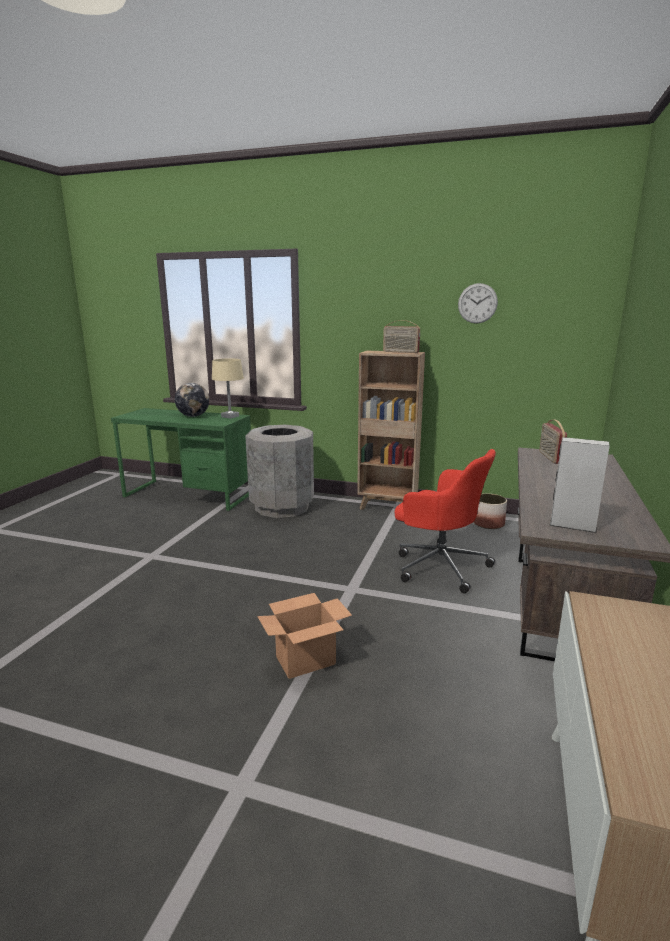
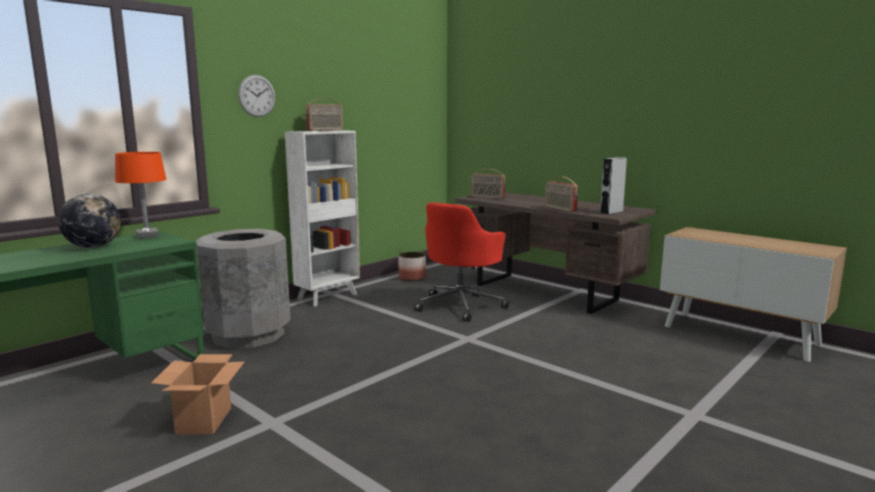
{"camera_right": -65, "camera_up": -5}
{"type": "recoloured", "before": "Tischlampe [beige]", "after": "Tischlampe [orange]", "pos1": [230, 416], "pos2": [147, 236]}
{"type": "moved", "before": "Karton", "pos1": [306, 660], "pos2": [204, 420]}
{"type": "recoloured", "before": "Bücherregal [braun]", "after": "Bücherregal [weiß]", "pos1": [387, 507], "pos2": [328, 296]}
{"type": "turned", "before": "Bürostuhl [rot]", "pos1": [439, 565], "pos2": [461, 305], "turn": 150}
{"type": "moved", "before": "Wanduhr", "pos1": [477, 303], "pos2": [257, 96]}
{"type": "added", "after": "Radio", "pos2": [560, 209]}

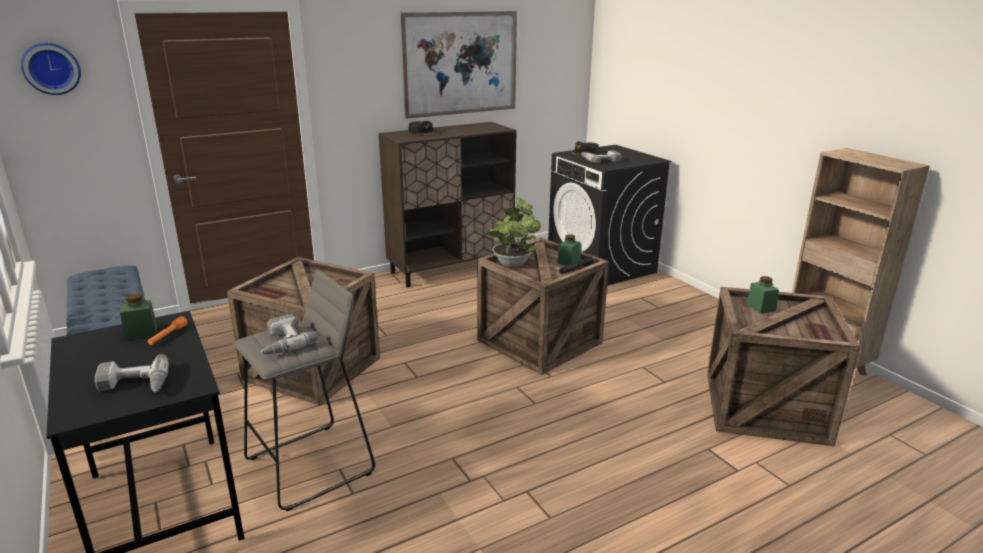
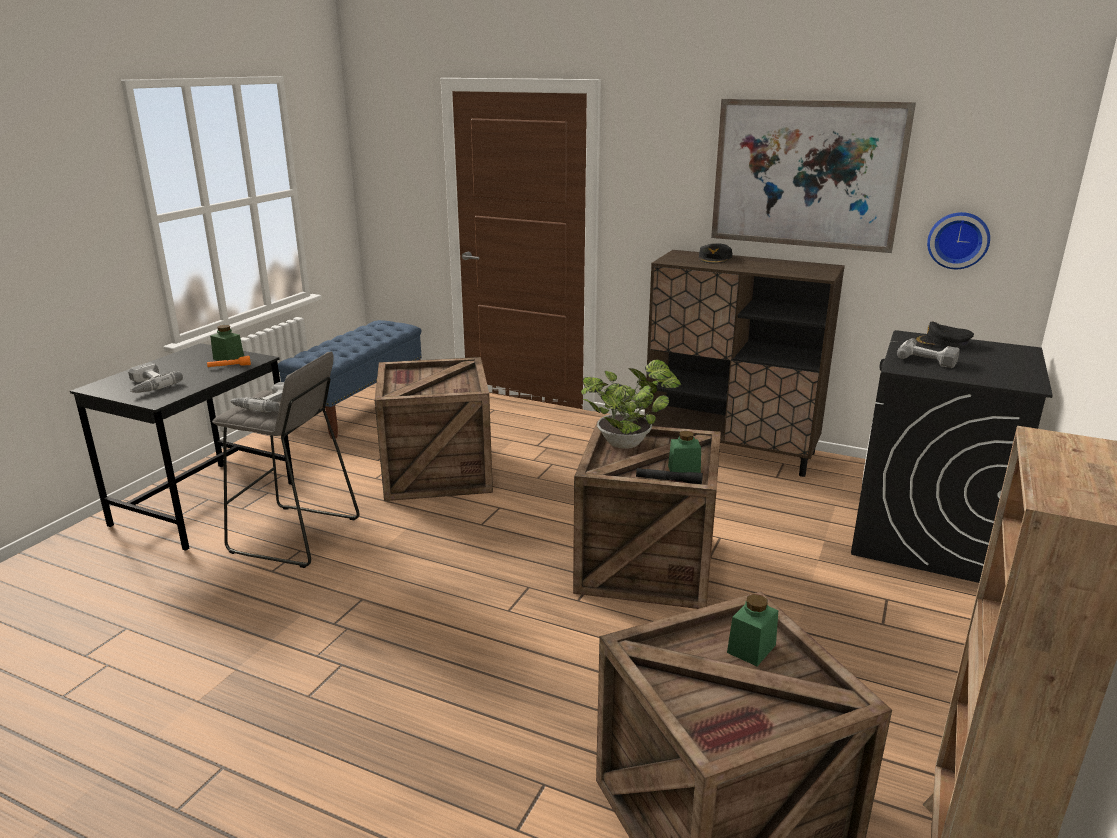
{"camera_right": 55, "camera_up": 0}
{"type": "moved", "before": "Wanduhr", "pos1": [51, 68], "pos2": [958, 240]}

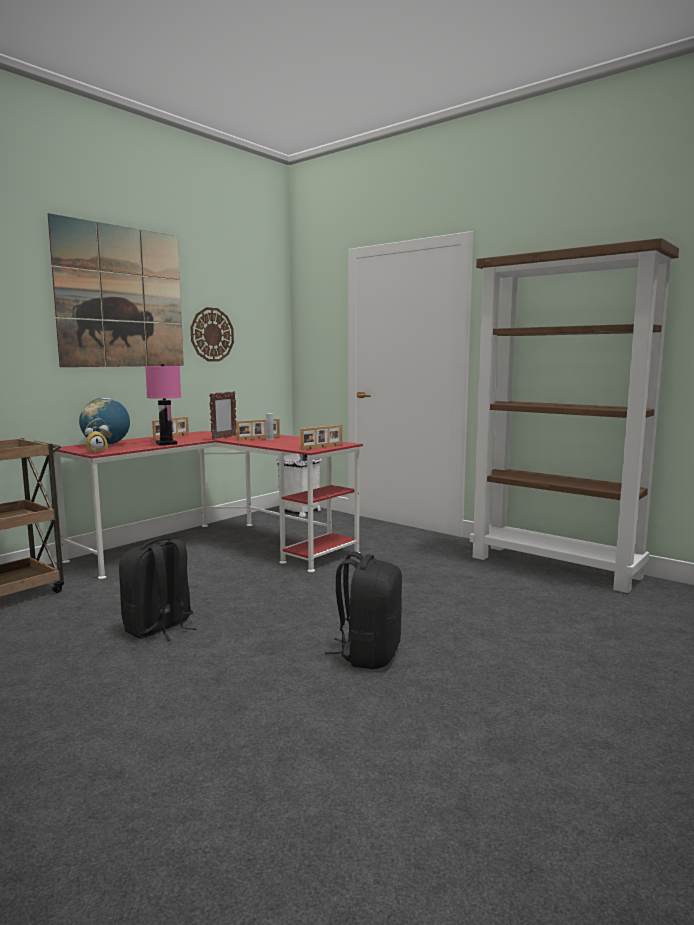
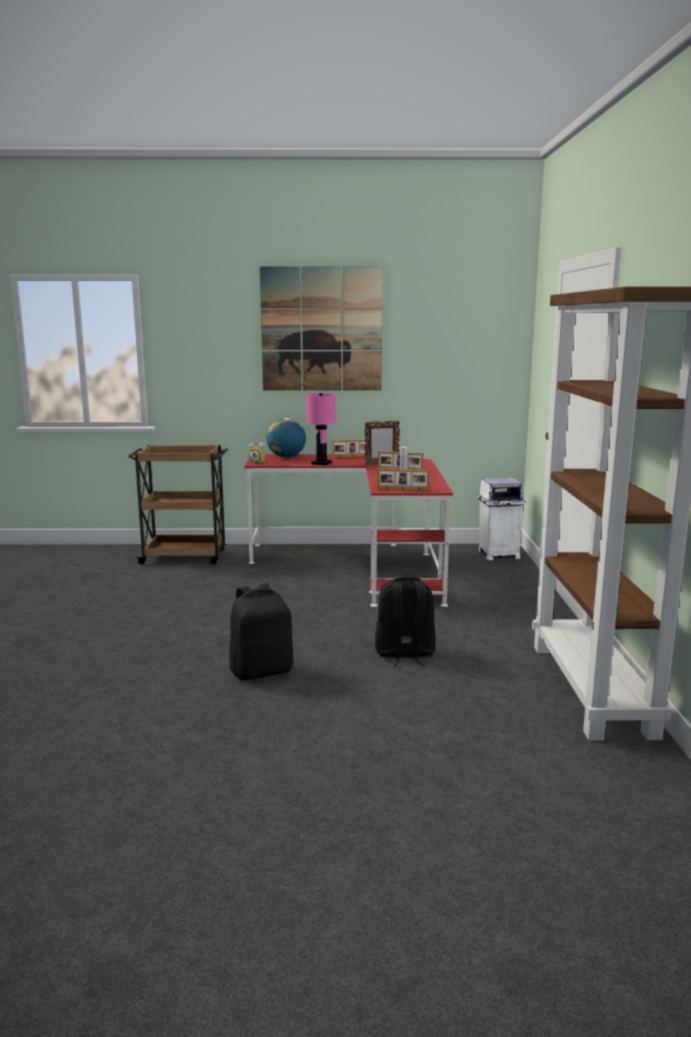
{"camera_right": 50, "camera_up": 5}
{"type": "moved", "before": "Rucksack [schwarz]", "pos1": [159, 628], "pos2": [404, 654]}
{"type": "removed", "before": "Wanduhr", "pos1": [212, 334]}

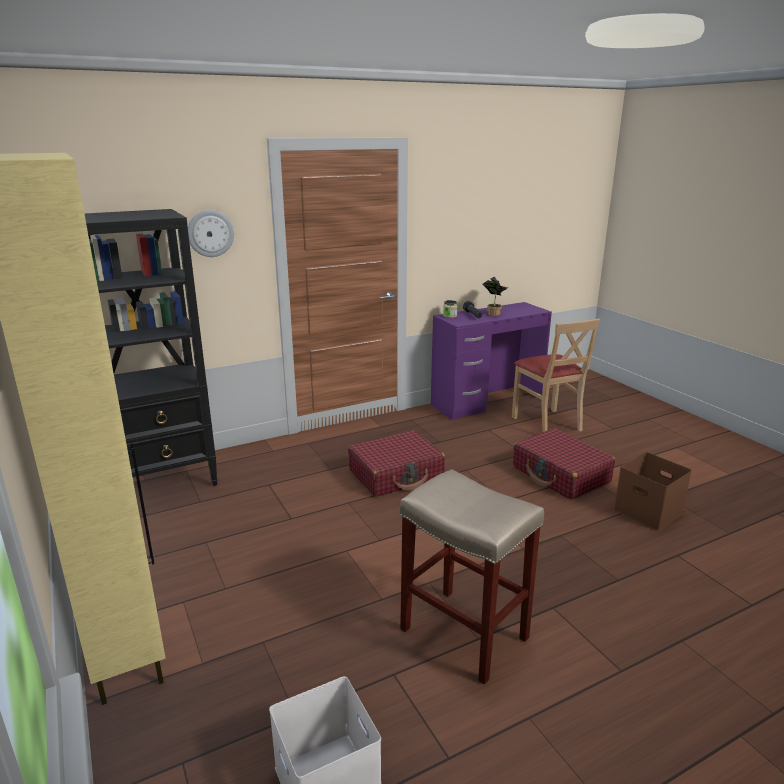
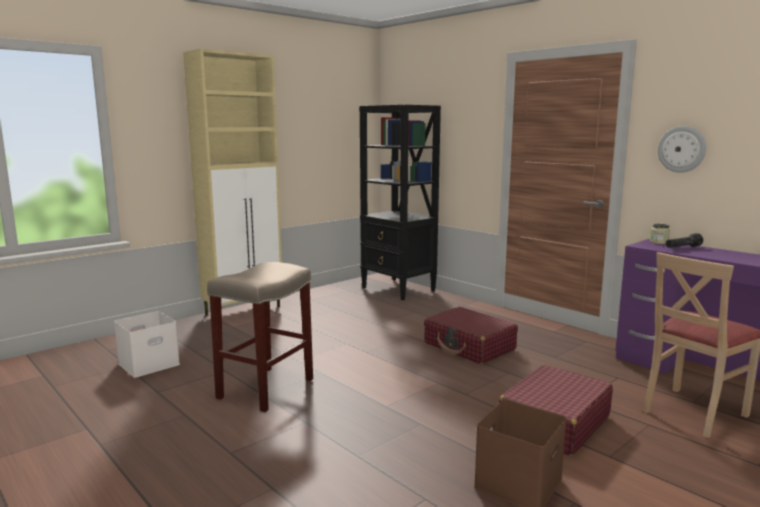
{"camera_right": 75, "camera_up": -10}
{"type": "moved", "before": "Wanduhr", "pos1": [210, 233], "pos2": [682, 149]}
{"type": "removed", "before": "Topfpflanze", "pos1": [493, 313]}

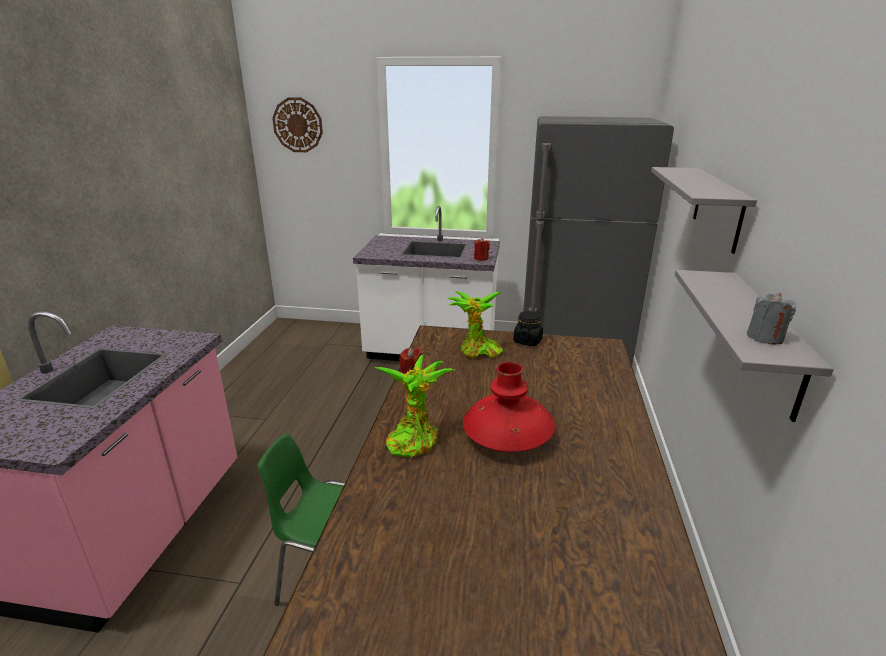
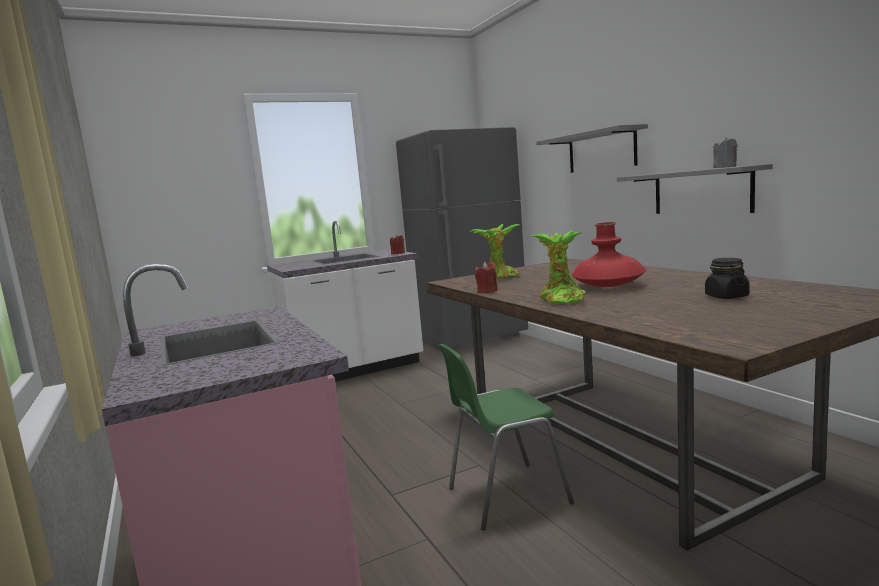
{"camera_right": -35, "camera_up": -15}
{"type": "removed", "before": "Wanduhr", "pos1": [298, 125]}
{"type": "moved", "before": "Vorratsglas [schwarz]", "pos1": [527, 341], "pos2": [726, 296]}

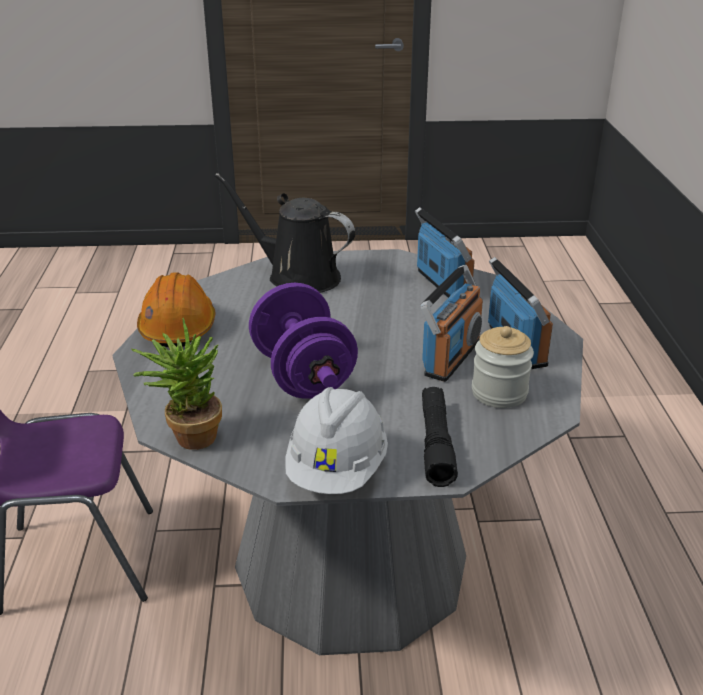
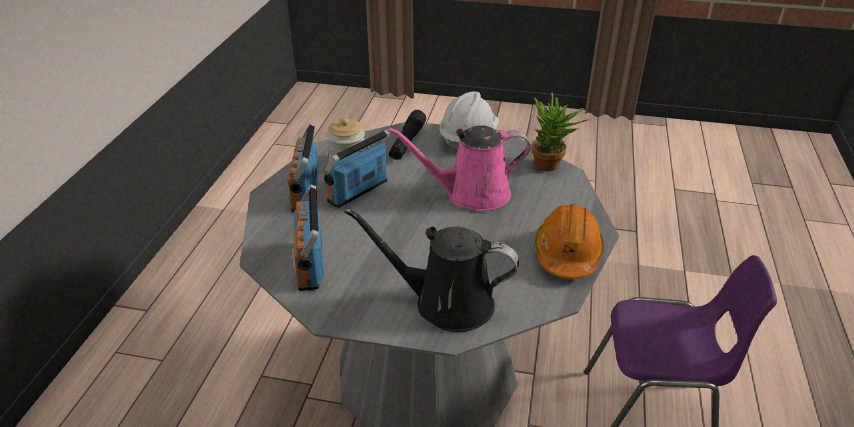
{"camera_right": -165, "camera_up": 5}
{"type": "turned", "before": "Gießkanne [schwarz]", "pos1": [297, 276], "pos2": [446, 303], "turn": 150}
{"type": "replaced", "before": "Hantel [lila]", "after": "Gießkanne [rosa]", "pos1": [303, 375], "pos2": [471, 194]}

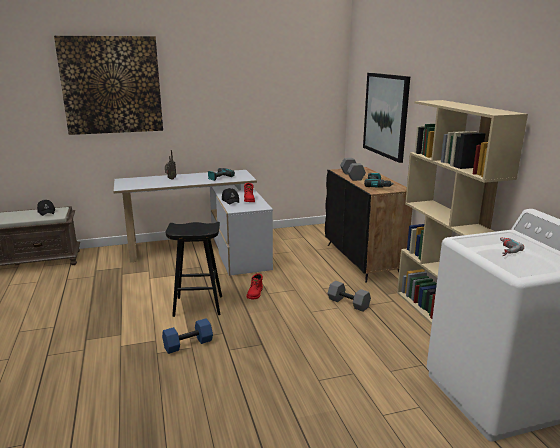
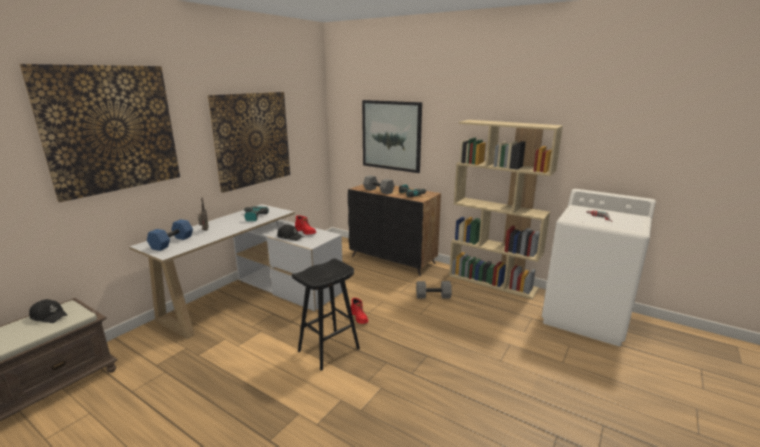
{"camera_right": -40, "camera_up": 0}
{"type": "moved", "before": "Hantel [blau]", "pos1": [188, 345], "pos2": [172, 243]}
{"type": "added", "after": "Bild", "pos2": [252, 139]}

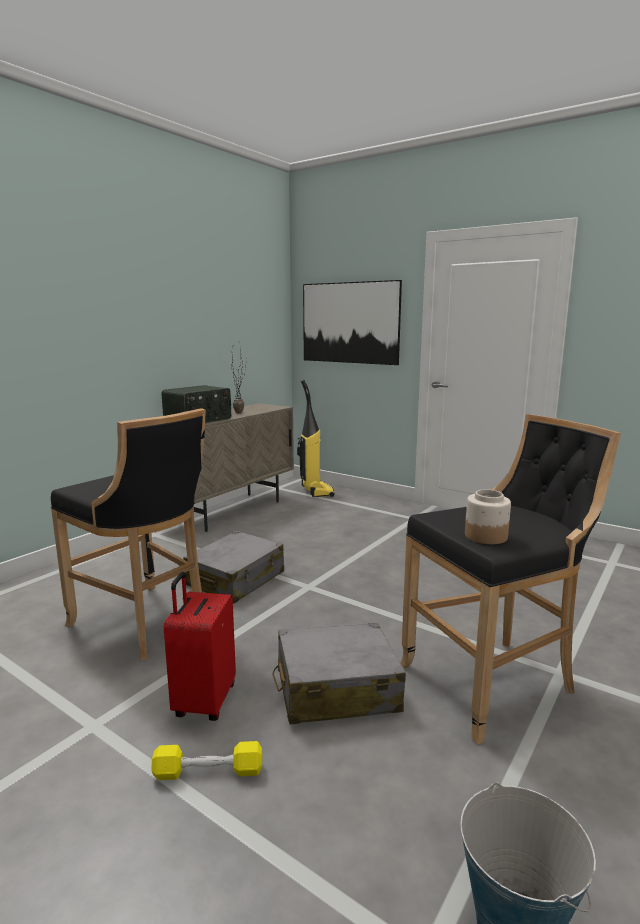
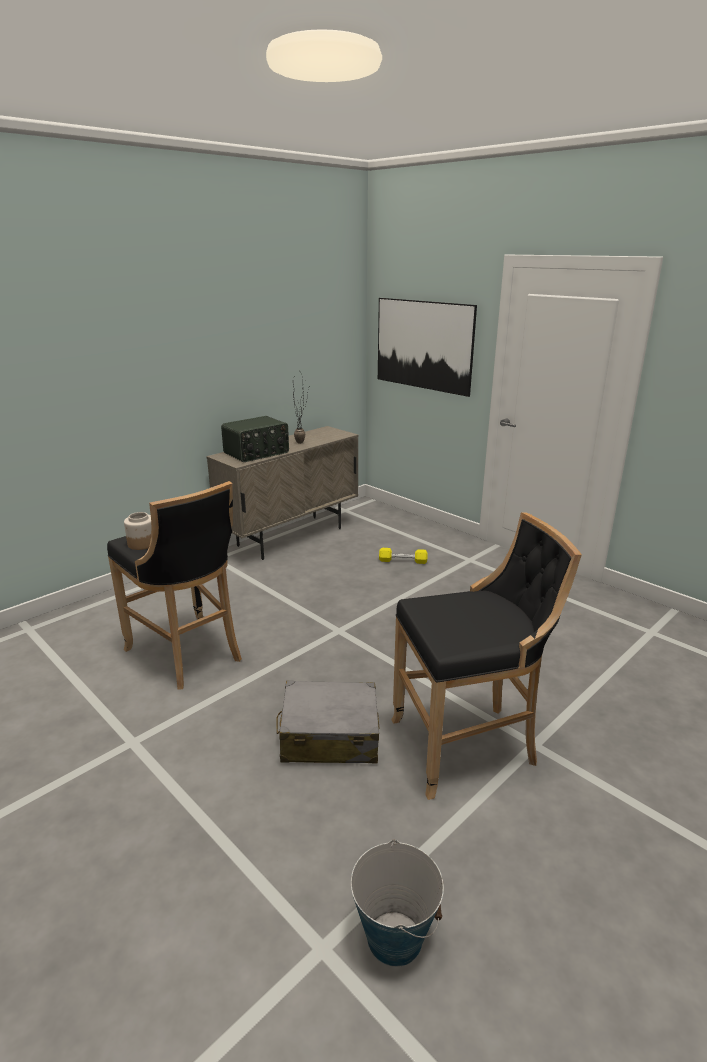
{"camera_right": 10, "camera_up": 10}
{"type": "moved", "before": "Hantel [gelb]", "pos1": [208, 772], "pos2": [403, 561]}
{"type": "removed", "before": "Koffer [rot]", "pos1": [203, 701]}
{"type": "removed", "before": "Koffer [grau]", "pos1": [236, 579]}
{"type": "removed", "before": "Staubsauger", "pos1": [316, 491]}
{"type": "moved", "before": "Vorratsglas", "pos1": [485, 536], "pos2": [142, 544]}

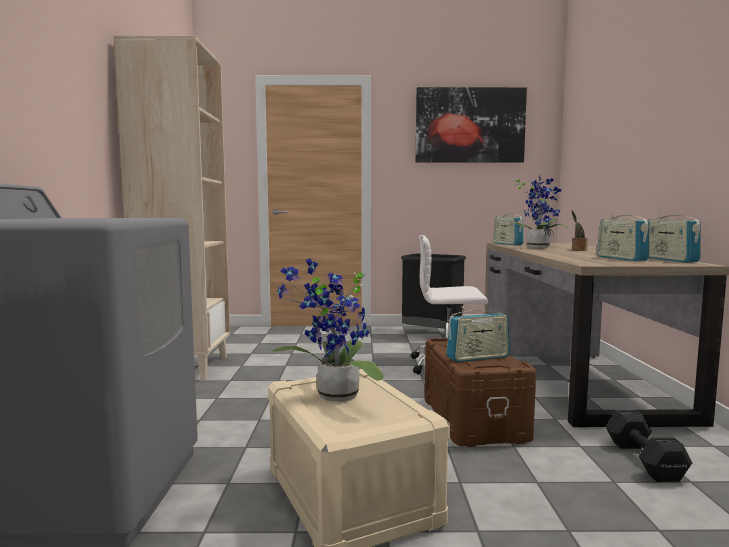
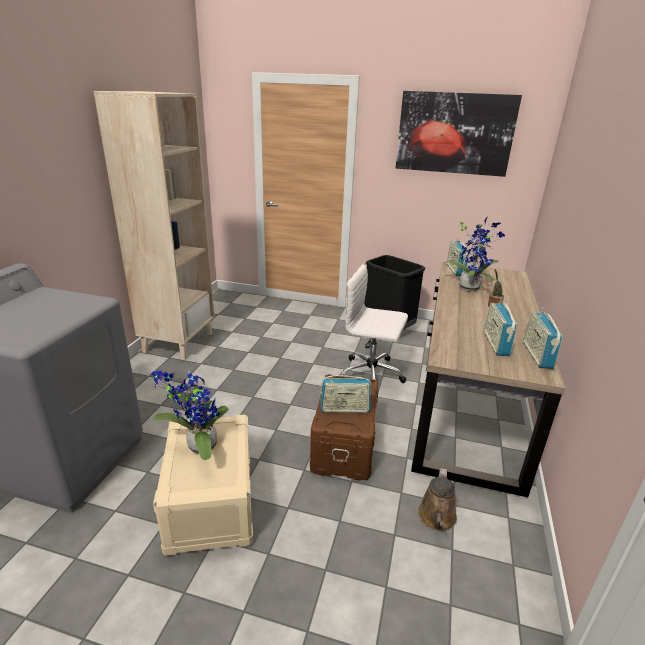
{"camera_right": 15, "camera_up": 20}
{"type": "replaced", "before": "Hantel [schwarz]", "after": "Gießkanne [braun]", "pos1": [643, 460], "pos2": [436, 519]}

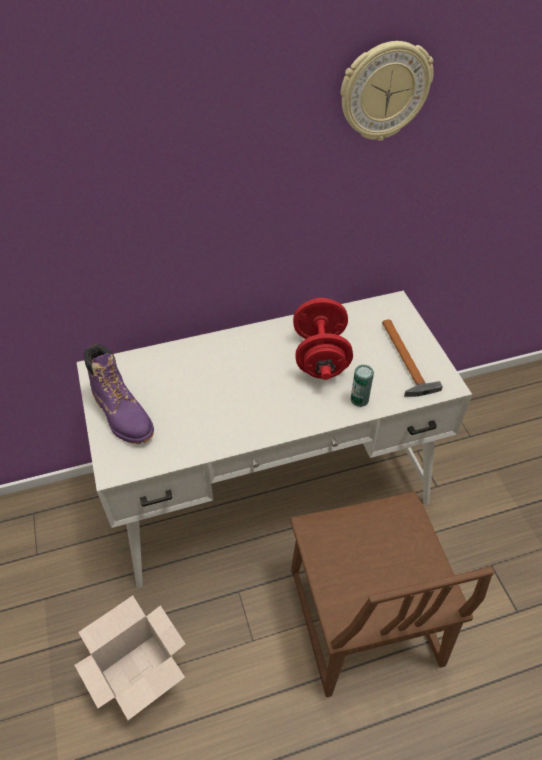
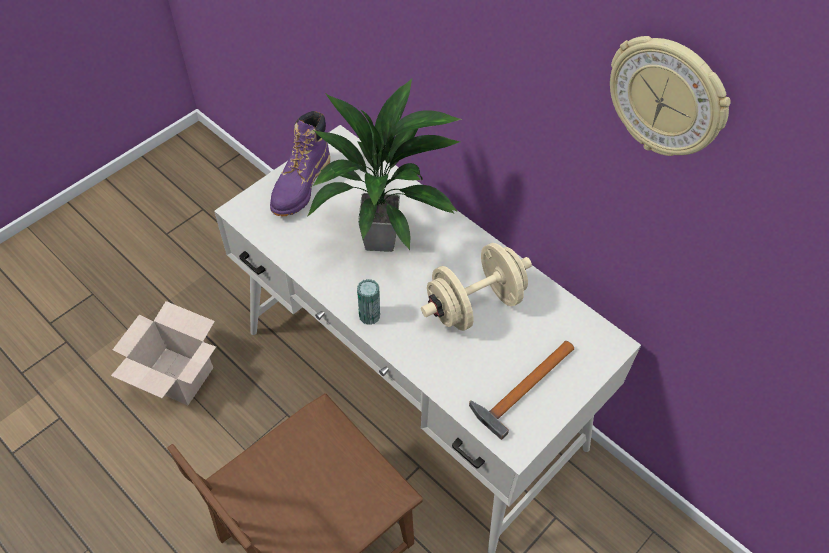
{"camera_right": 60, "camera_up": 5}
{"type": "recoloured", "before": "Hantel [rot]", "after": "Hantel [beige]", "pos1": [320, 356], "pos2": [474, 305]}
{"type": "moved", "before": "Dose", "pos1": [359, 399], "pos2": [369, 316]}
{"type": "added", "after": "Topfpflanze", "pos2": [382, 240]}

